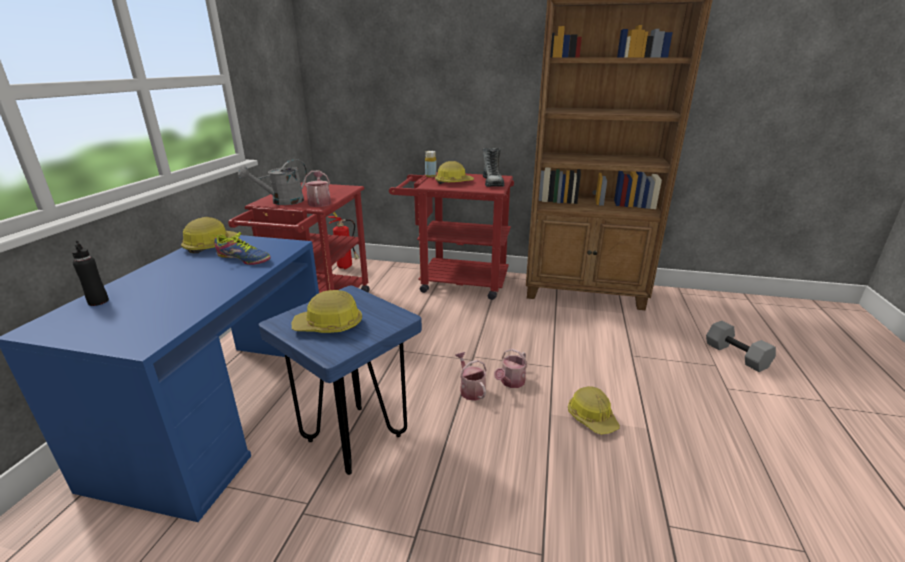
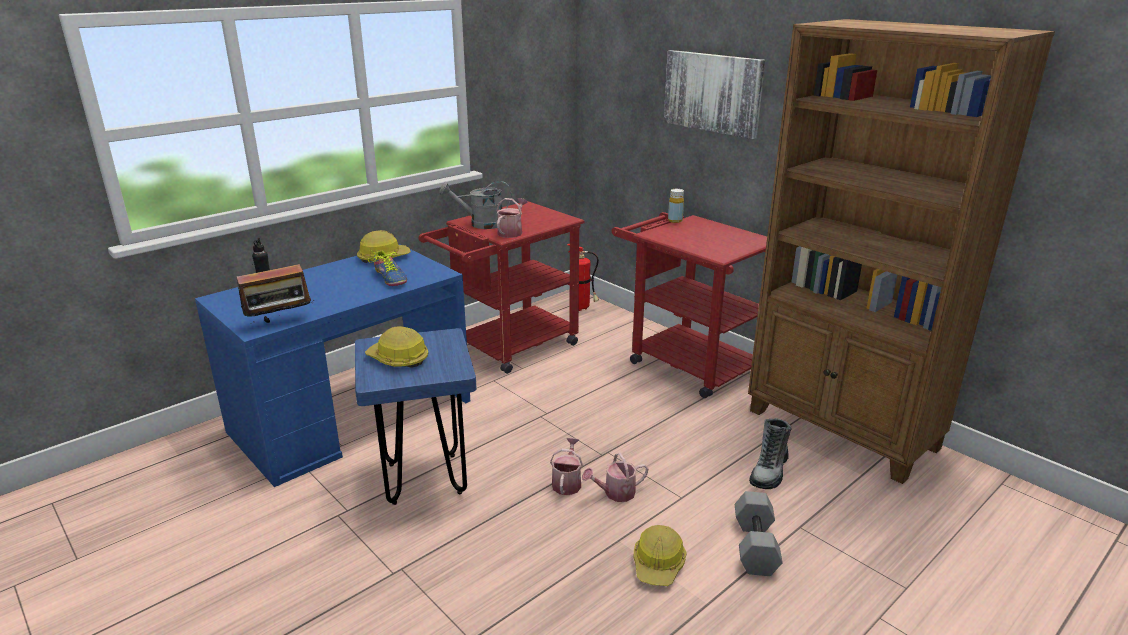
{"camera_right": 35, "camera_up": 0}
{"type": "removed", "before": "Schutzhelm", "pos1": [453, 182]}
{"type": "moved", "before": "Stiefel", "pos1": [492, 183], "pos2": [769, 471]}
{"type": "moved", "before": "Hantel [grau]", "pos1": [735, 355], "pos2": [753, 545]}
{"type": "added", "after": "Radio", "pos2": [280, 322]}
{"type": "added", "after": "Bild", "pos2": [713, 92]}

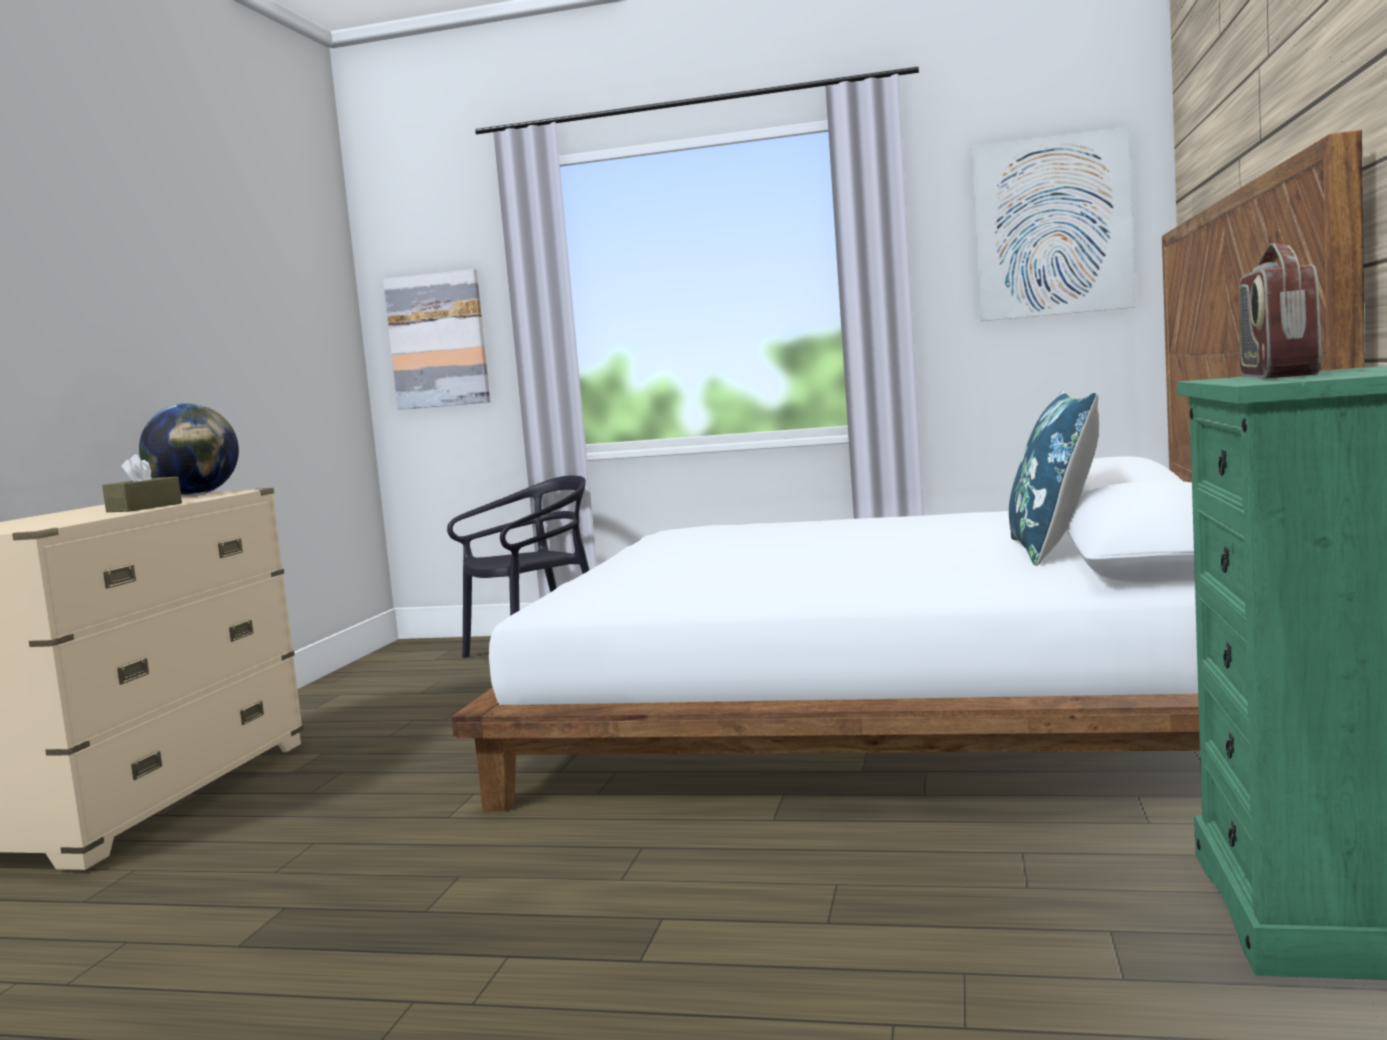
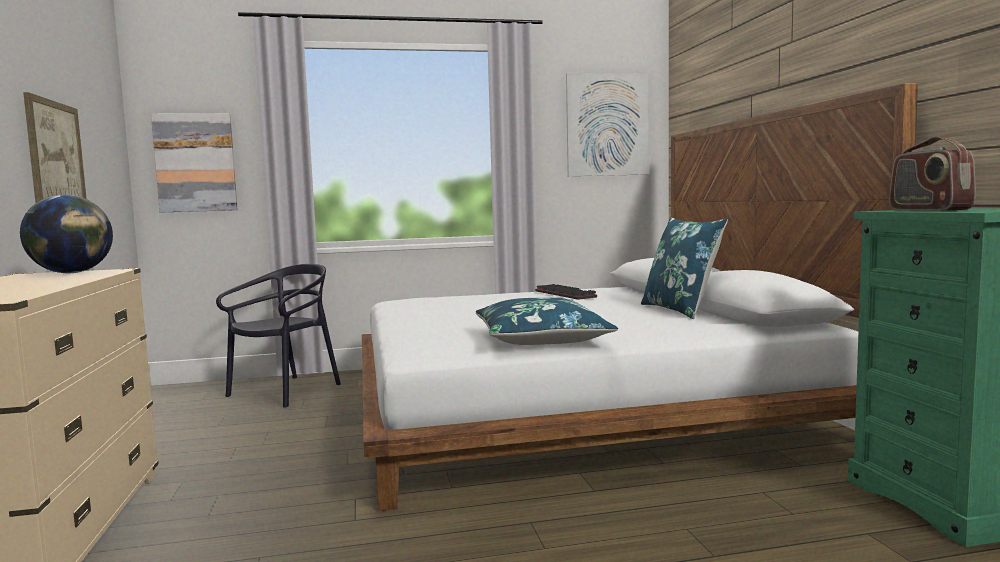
{"camera_right": -25, "camera_up": 0}
{"type": "removed", "before": "Taschentuchbox [braun]", "pos1": [144, 507]}
{"type": "added", "after": "Bild", "pos2": [56, 156]}
{"type": "added", "after": "Kissen [blau]", "pos2": [541, 339]}
{"type": "added", "after": "Tastatur", "pos2": [567, 294]}

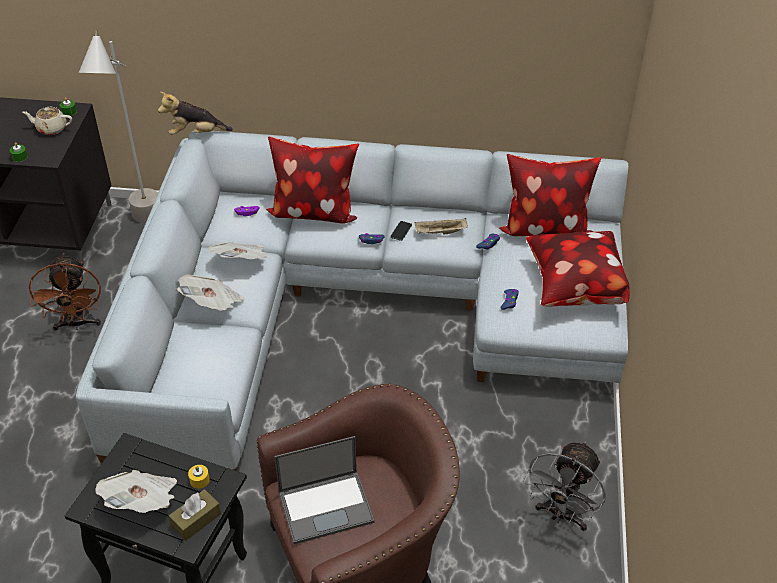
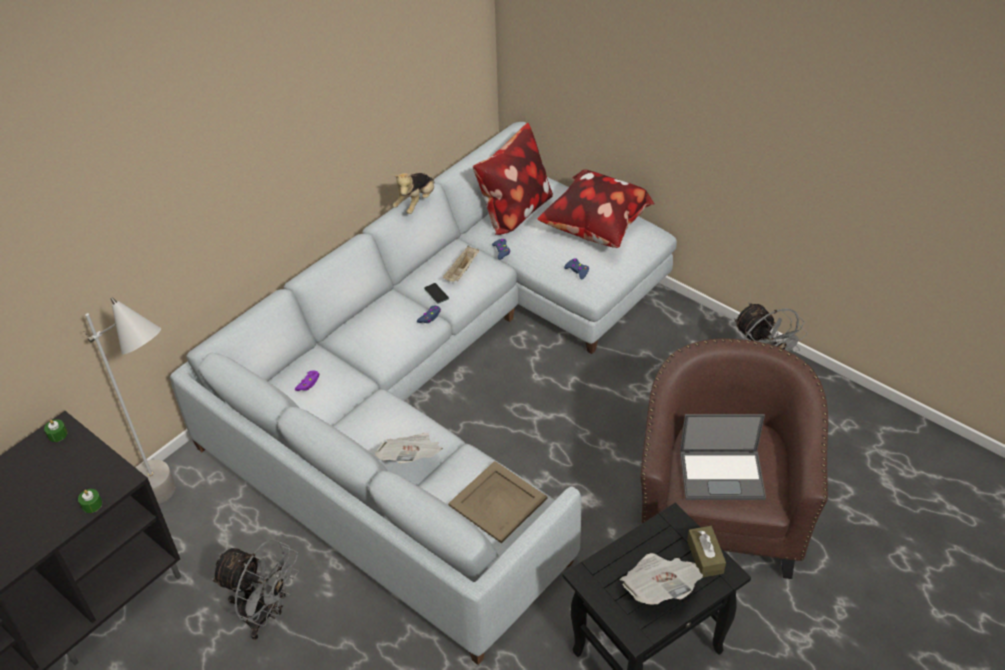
{"camera_right": -55, "camera_up": 0}
{"type": "removed", "before": "Teekanne [beige]", "pos1": [51, 128]}
{"type": "recoloured", "before": "Ventilator [braun]", "after": "Ventilator [grau]", "pos1": [77, 324], "pos2": [265, 614]}
{"type": "moved", "before": "Plüschtier", "pos1": [196, 133], "pos2": [416, 203]}
{"type": "removed", "before": "Kerze [gelb]", "pos1": [199, 480]}
{"type": "removed", "before": "Zeitung", "pos1": [242, 262]}
{"type": "removed", "before": "Kissen", "pos1": [313, 211]}
{"type": "turned", "before": "Laptop", "pos1": [327, 506], "pos2": [722, 474], "turn": 75}
{"type": "added", "after": "Tablett [beige]", "pos2": [498, 502]}

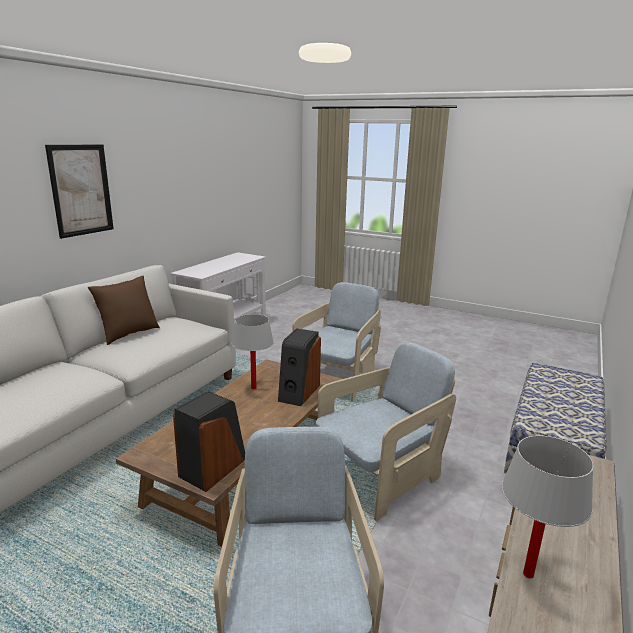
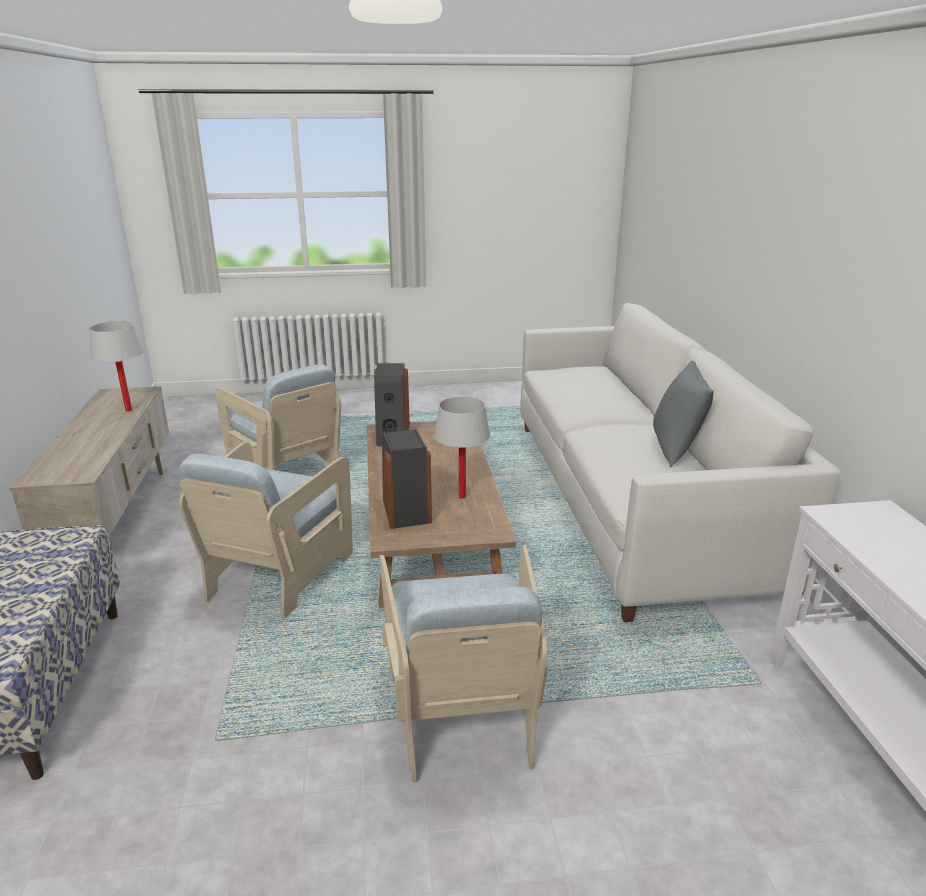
{"camera_right": 145, "camera_up": 5}
{"type": "removed", "before": "Bild", "pos1": [81, 190]}
{"type": "recoloured", "before": "Kissen [braun]", "after": "Kissen [grau]", "pos1": [128, 334], "pos2": [676, 449]}

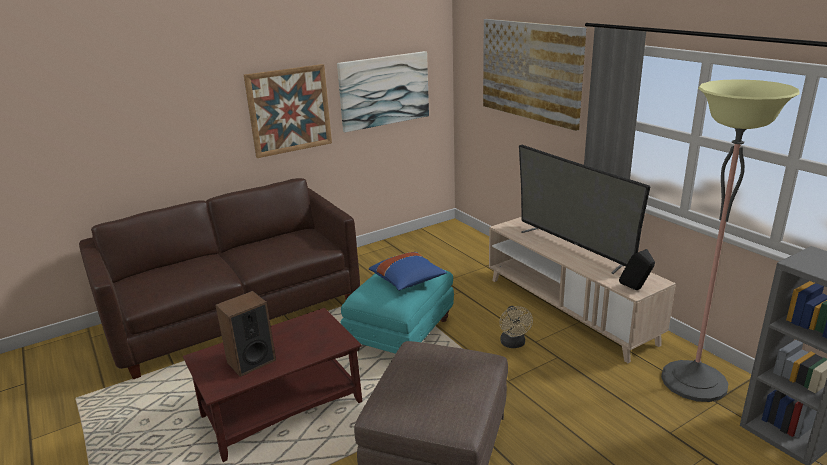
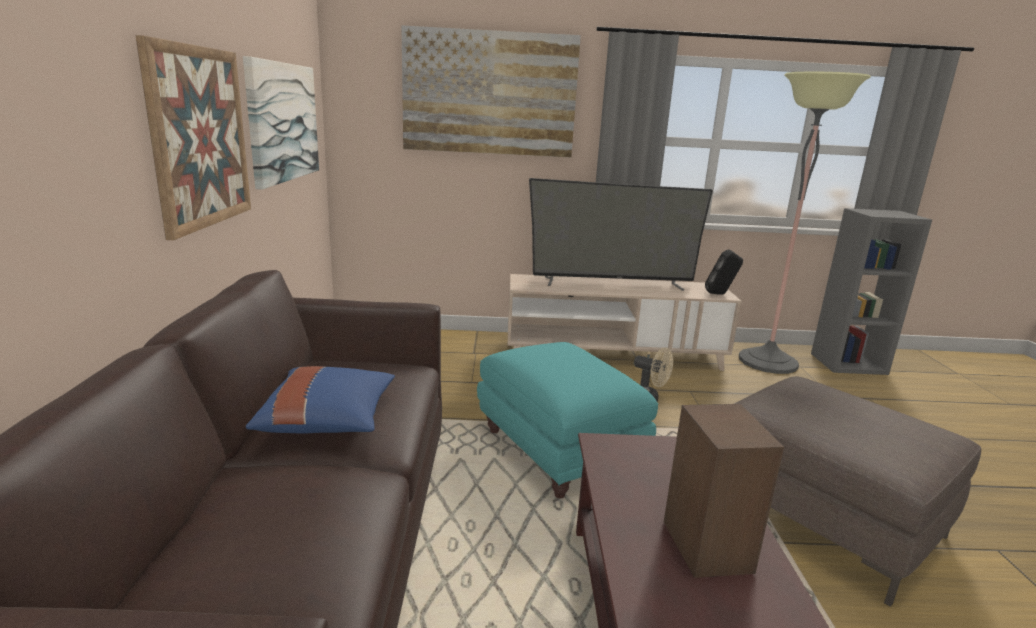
{"camera_right": -60, "camera_up": -5}
{"type": "moved", "before": "Kissen [blau]", "pos1": [408, 281], "pos2": [328, 420]}

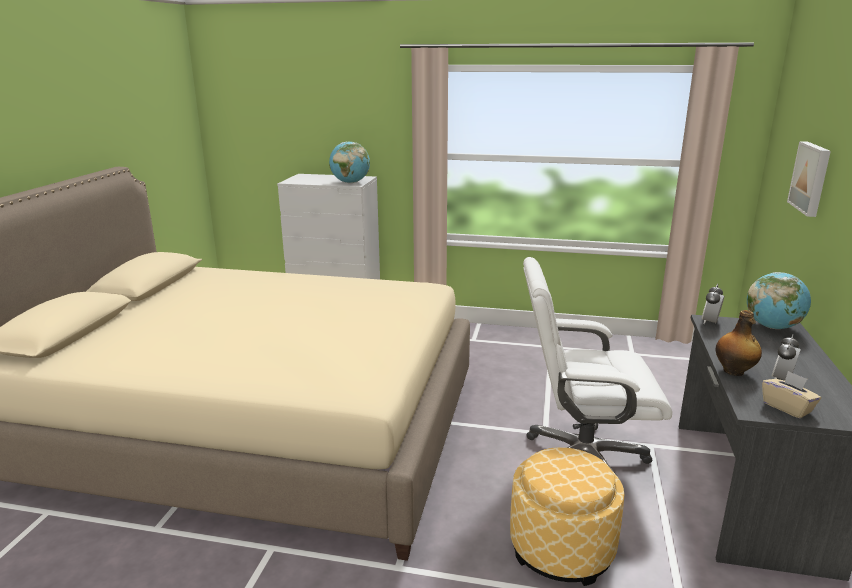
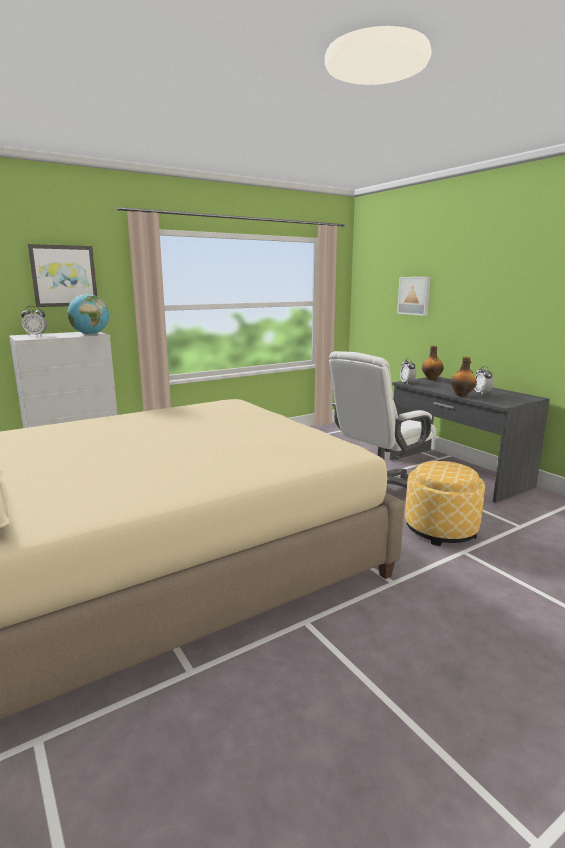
{"camera_right": -45, "camera_up": -5}
{"type": "replaced", "before": "Globus", "after": "Flasche", "pos1": [772, 327], "pos2": [431, 379]}
{"type": "removed", "before": "Taschentuchbox [beige]", "pos1": [787, 407]}
{"type": "added", "after": "Wecker", "pos2": [36, 335]}
{"type": "added", "after": "Bild", "pos2": [64, 276]}

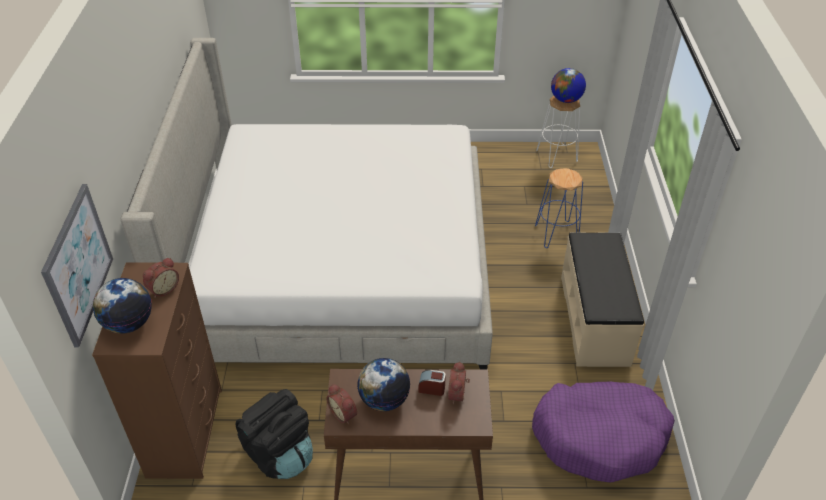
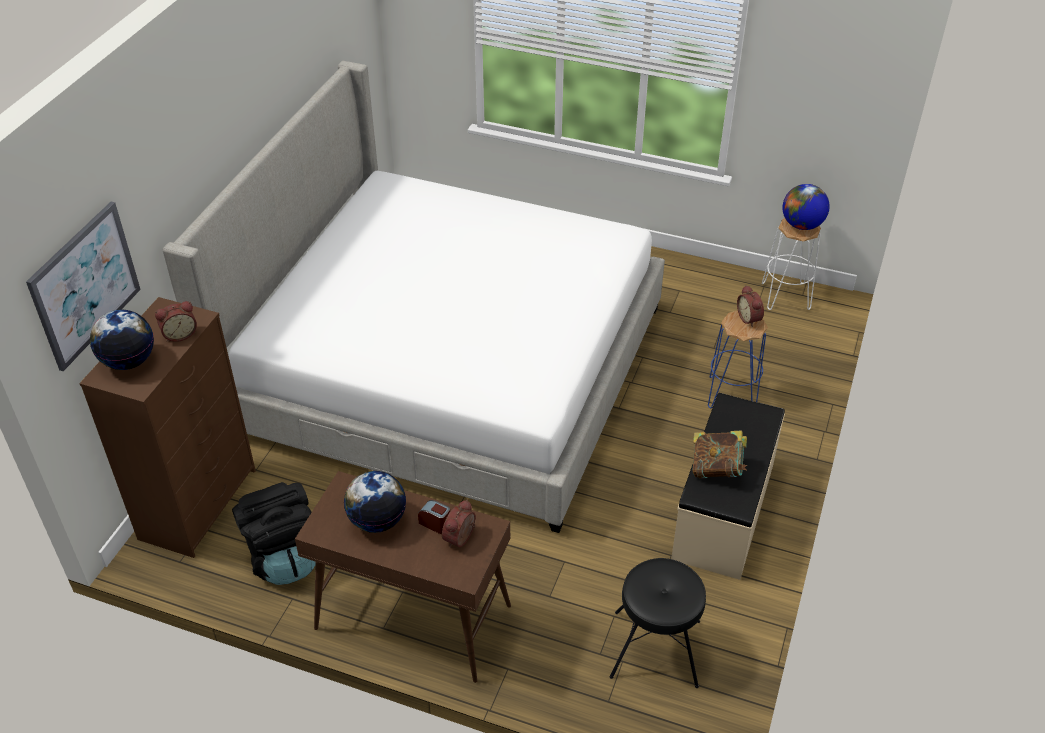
{"camera_right": 20, "camera_up": 0}
{"type": "moved", "before": "Wecker", "pos1": [344, 413], "pos2": [750, 318]}
{"type": "replaced", "before": "Hundebett [lila]", "after": "Hocker [schwarz]", "pos1": [600, 437], "pos2": [655, 649]}
{"type": "added", "after": "Buch", "pos2": [717, 469]}

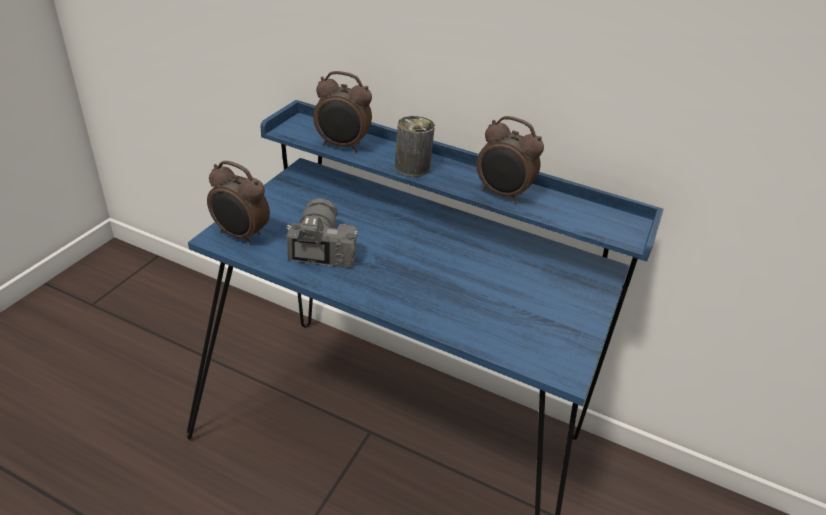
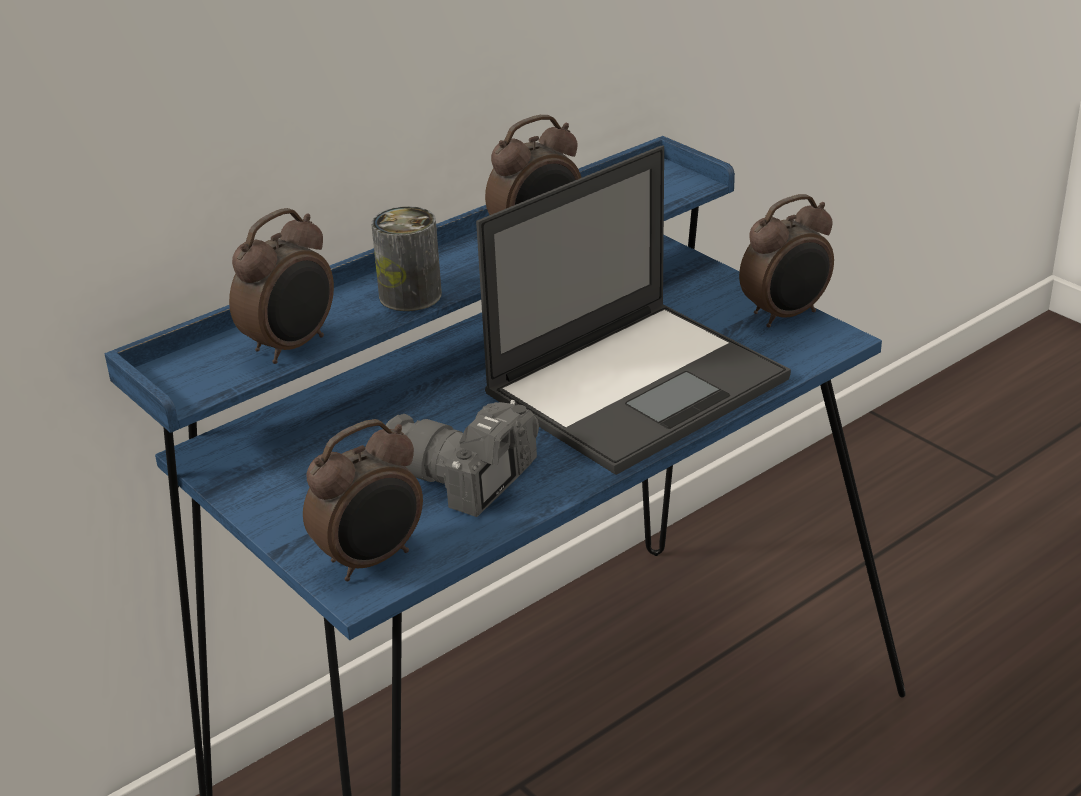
{"camera_right": -60, "camera_up": -5}
{"type": "added", "after": "Laptop", "pos2": [639, 384]}
{"type": "added", "after": "Wecker", "pos2": [786, 315]}

